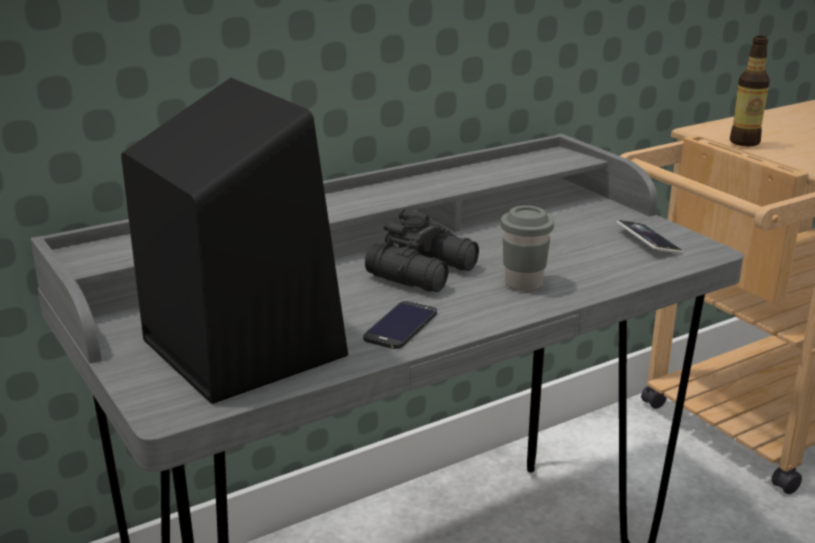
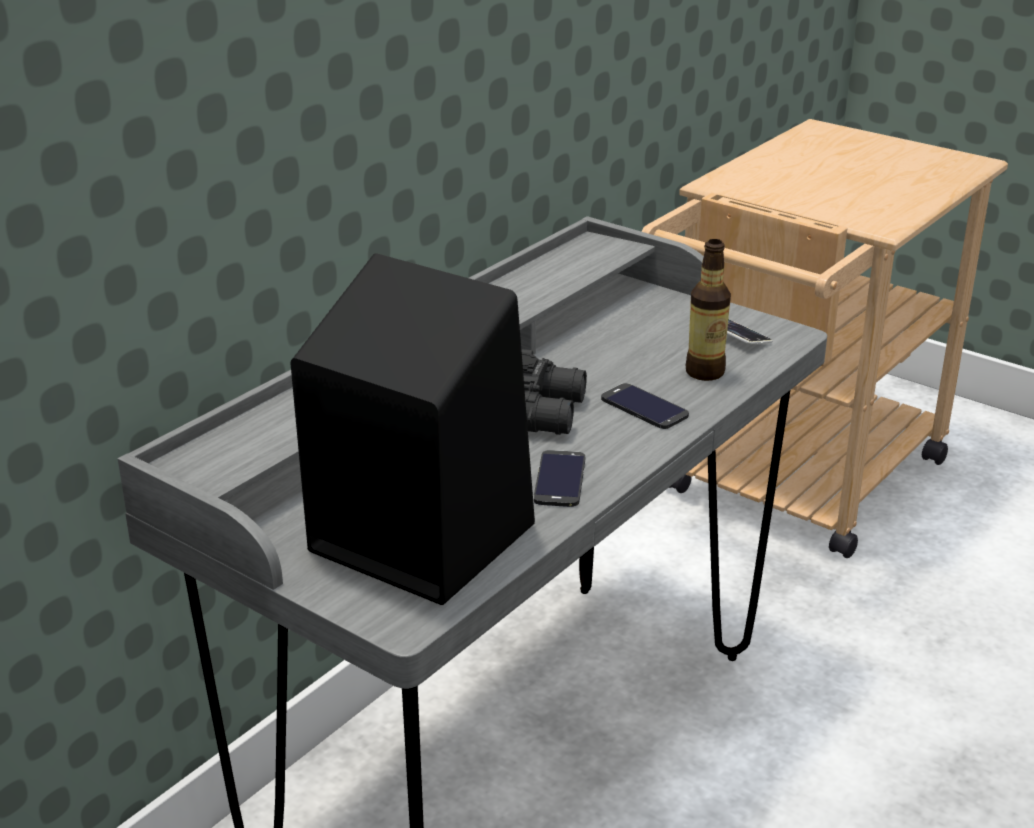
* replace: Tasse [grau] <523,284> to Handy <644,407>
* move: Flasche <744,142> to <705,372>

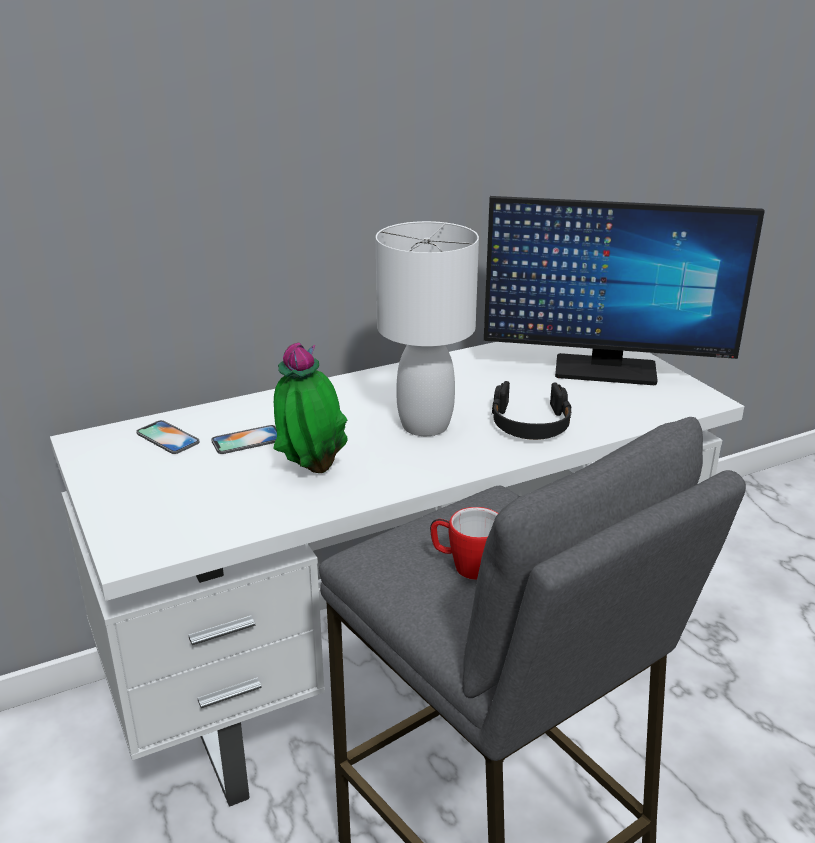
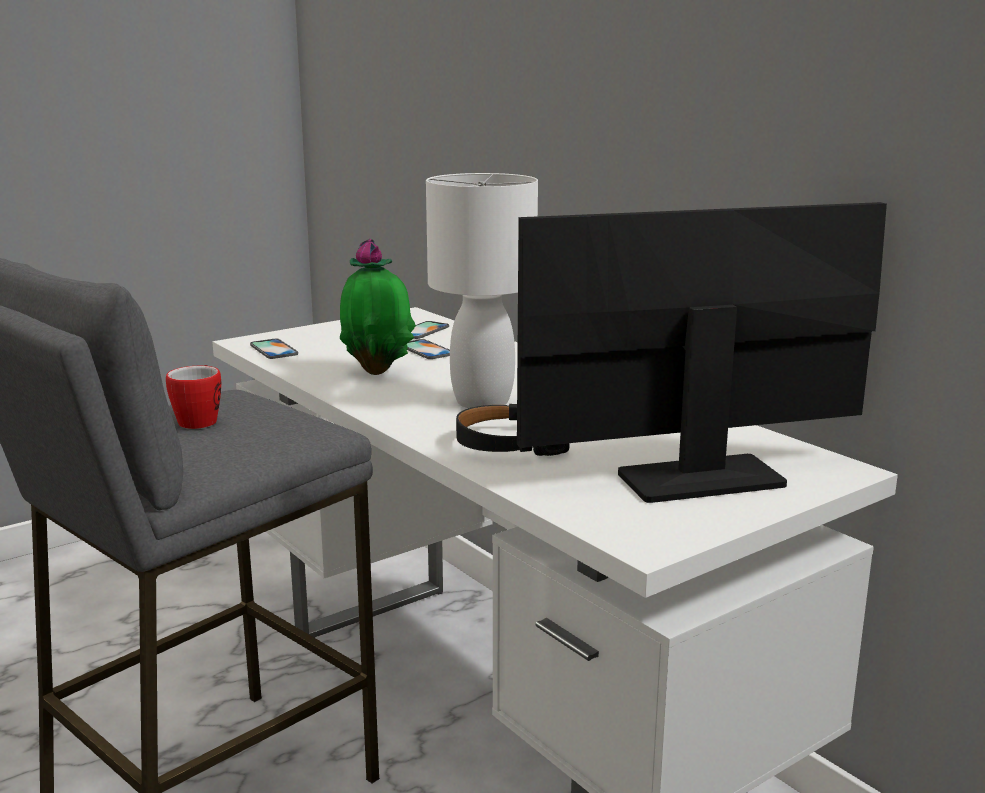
* rotate: Monitor <604,370> = <702,479> 75 degrees clockwise
* insert: Handy <273,349>

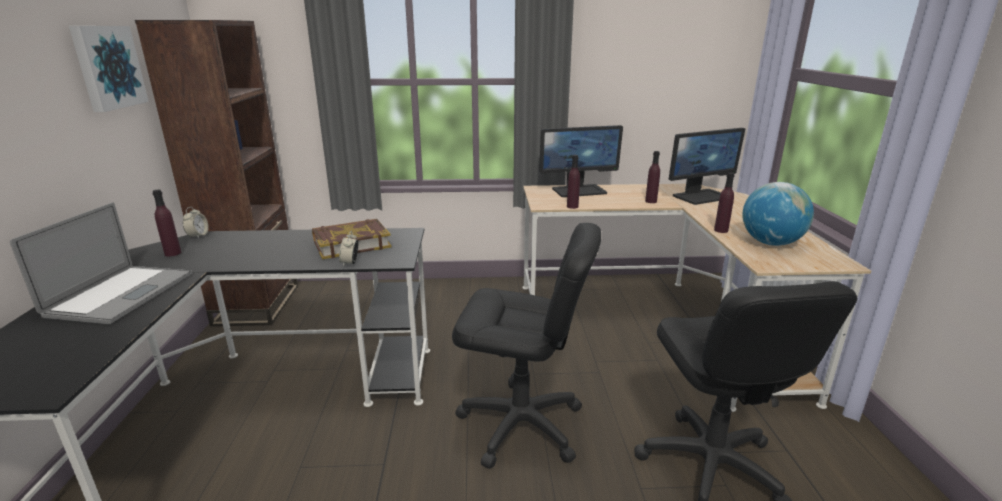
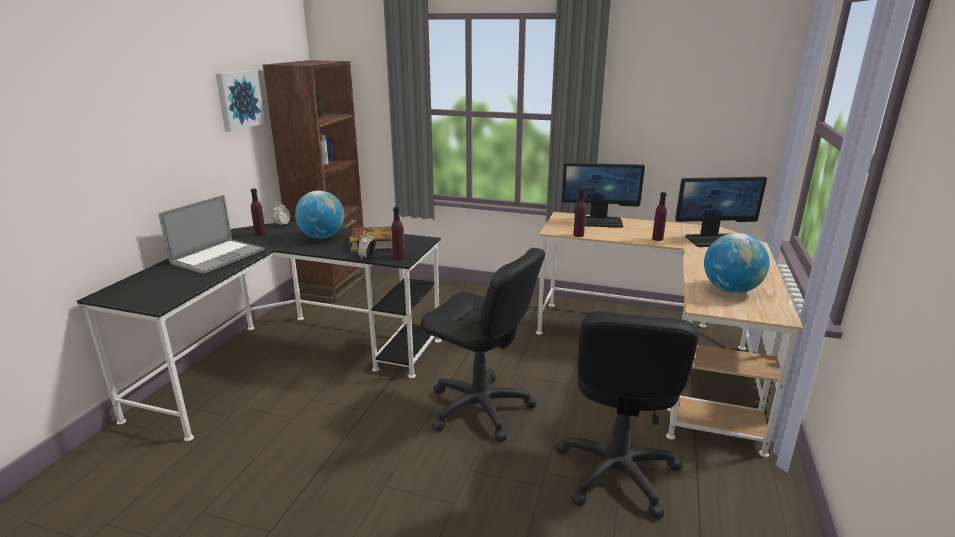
* move: Flasche [lila] <721,230> to <398,257>
* insert: Globus <322,237>

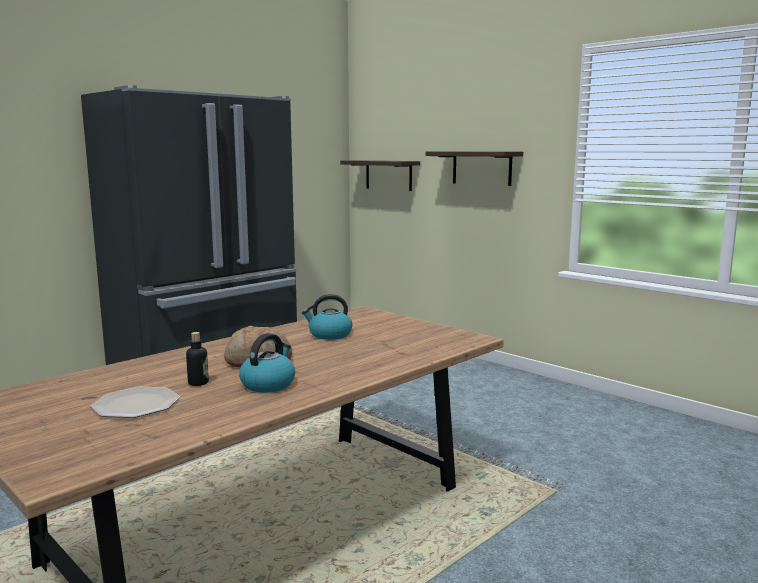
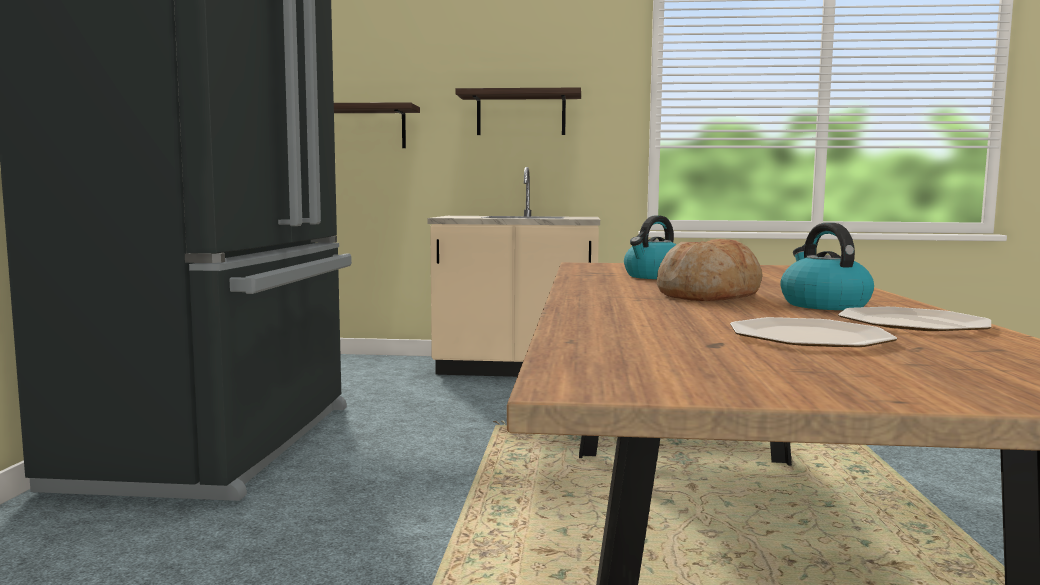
* delete: Flasche <198,383>
* insert: Küchenzeile [beige] <517,370>
* insert: Teller <912,323>

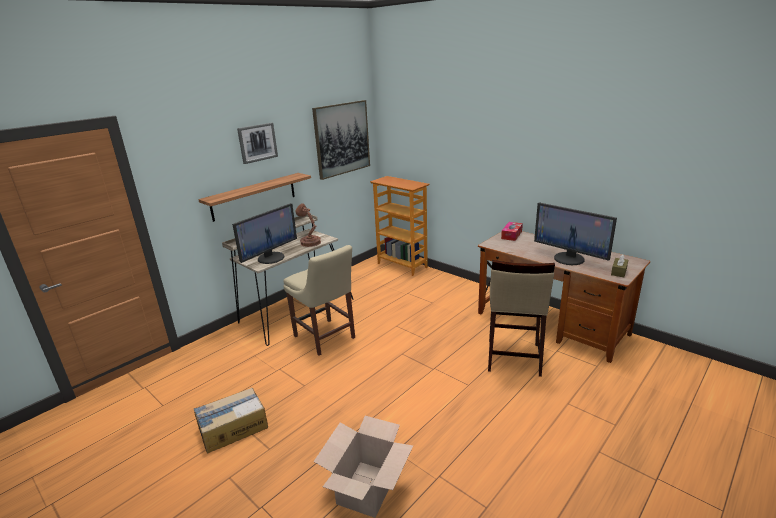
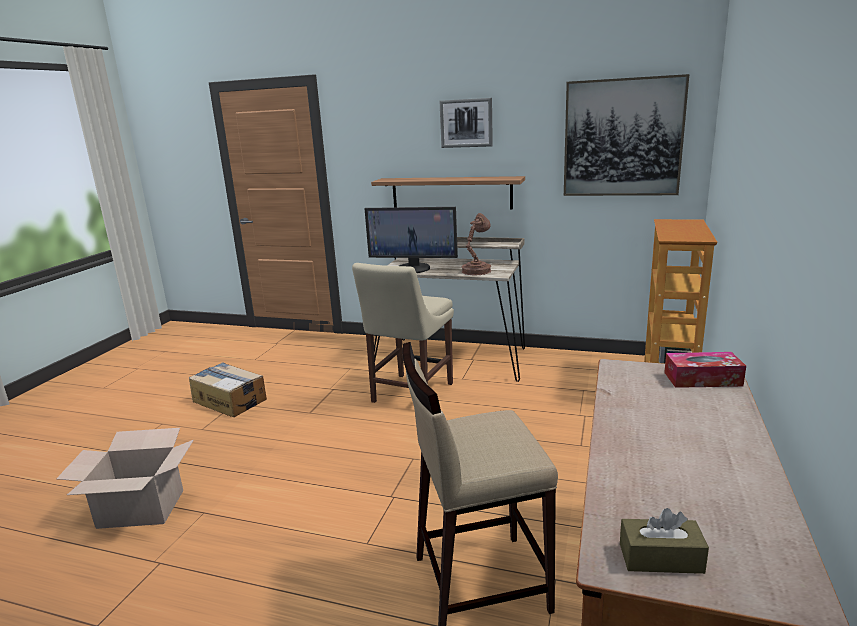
* delete: Monitor <569,259>

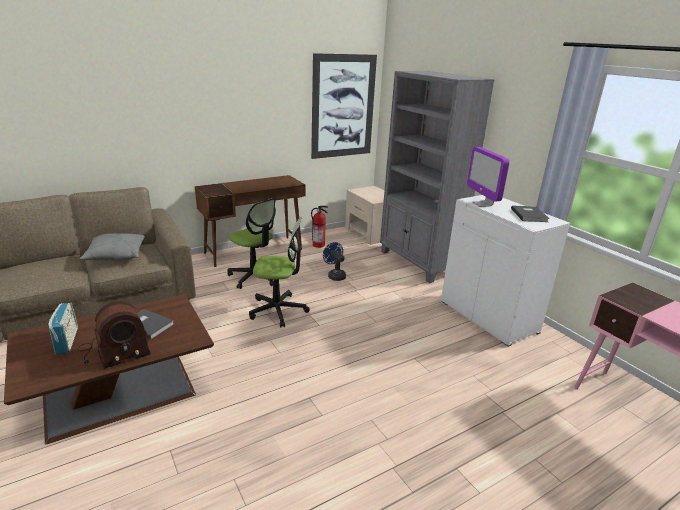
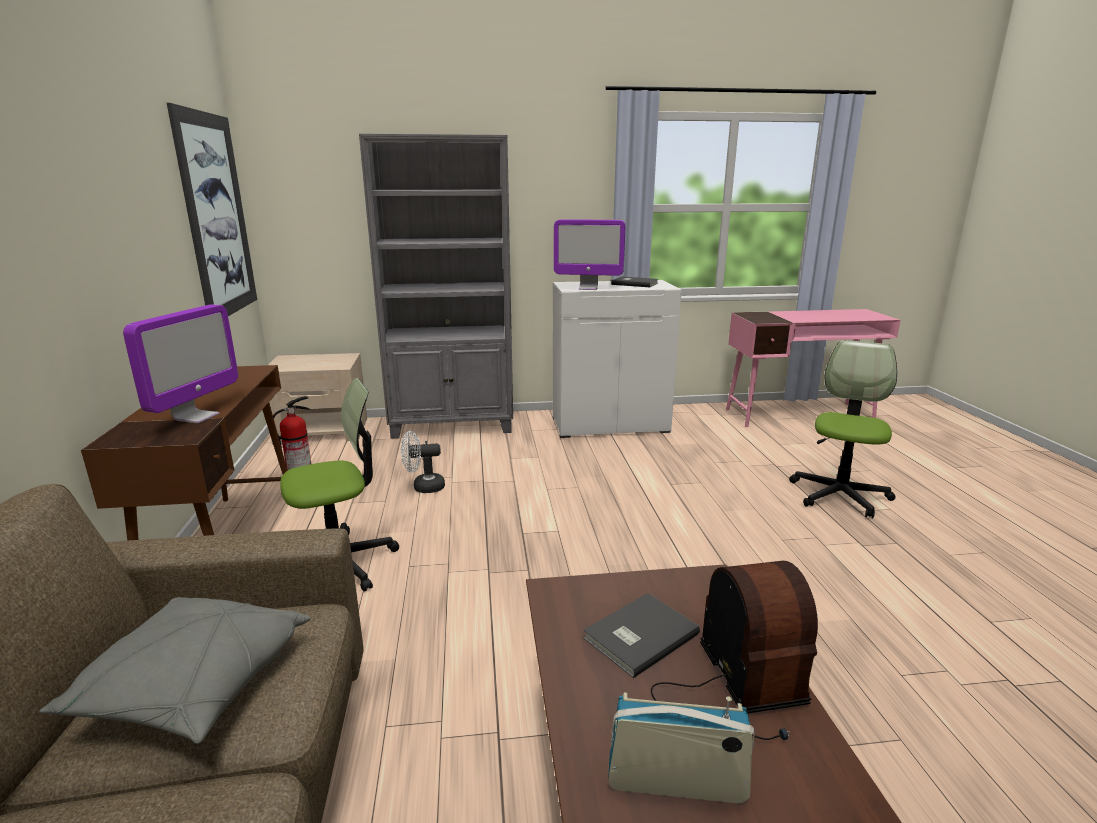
* move: Bürostuhl <278,310> to <839,495>
* recolor: Ventilator [blau] <335,275> to Ventilator [weiß] <423,487>
* insert: Monitor <196,417>

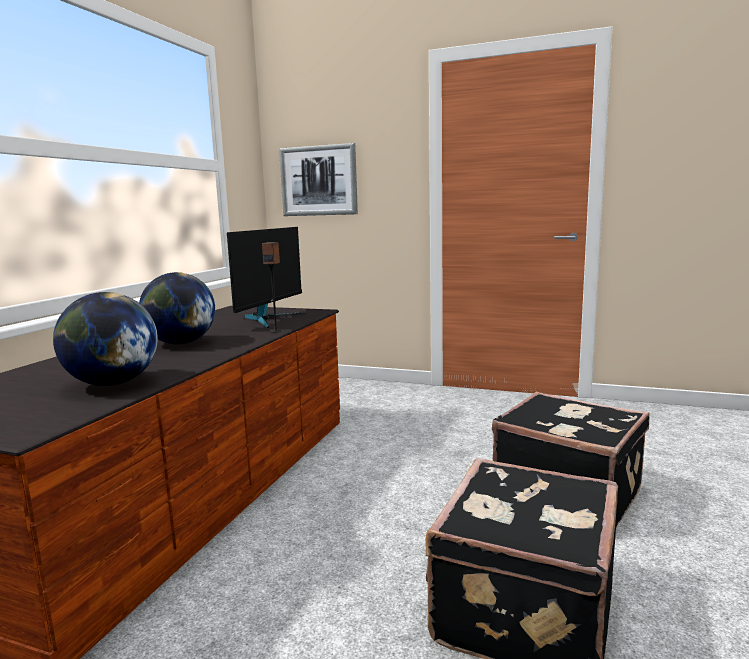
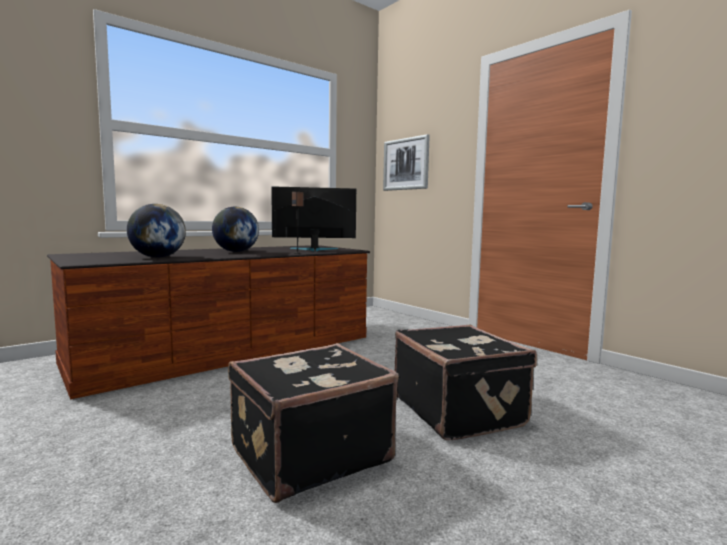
* rotate: Monitor <269,319> = <314,250> 150 degrees counterclockwise

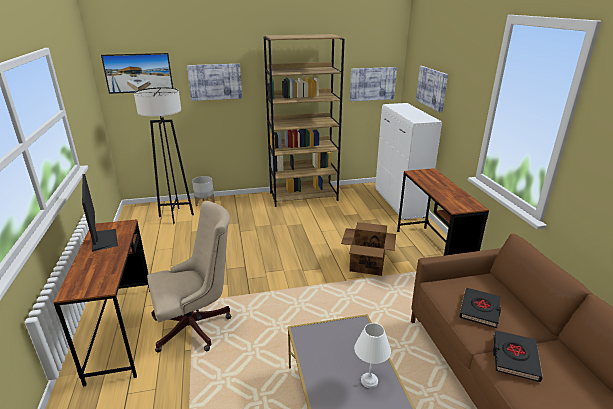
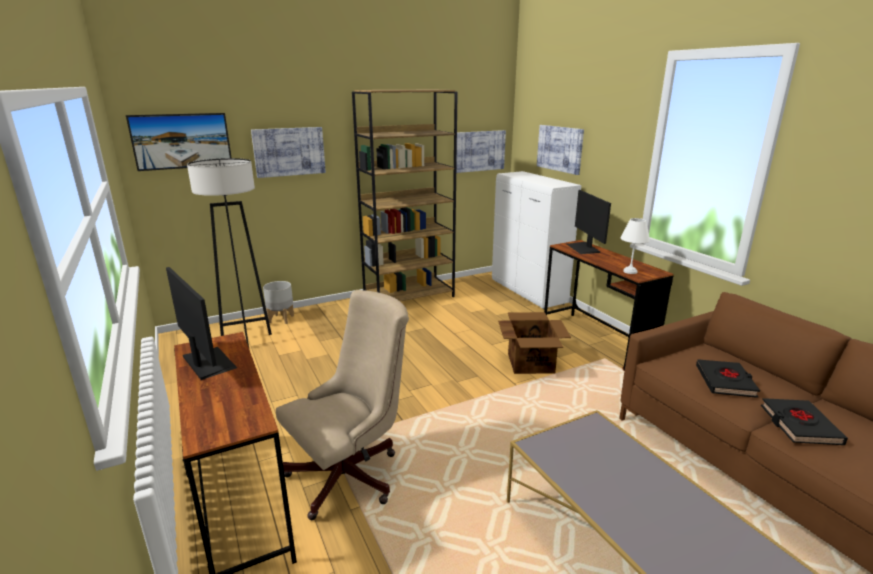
* move: Tischlampe [weiß] <369,381> to <630,271>
* insert: Monitor <583,248>

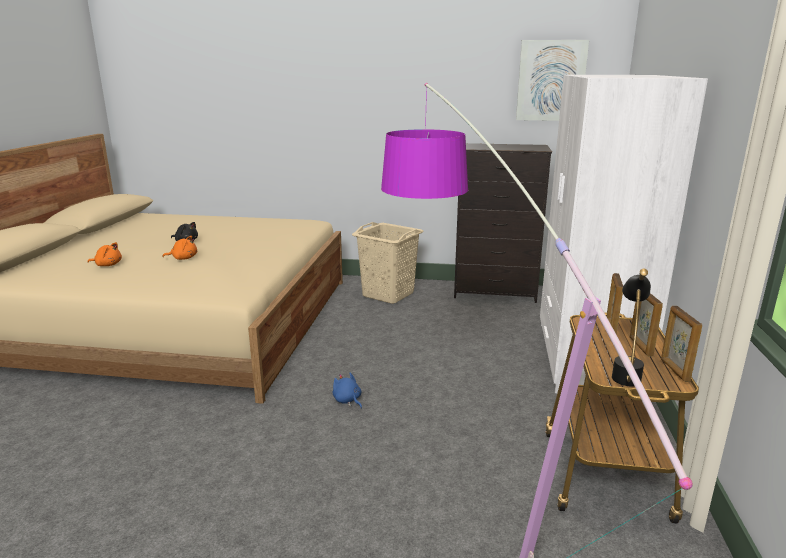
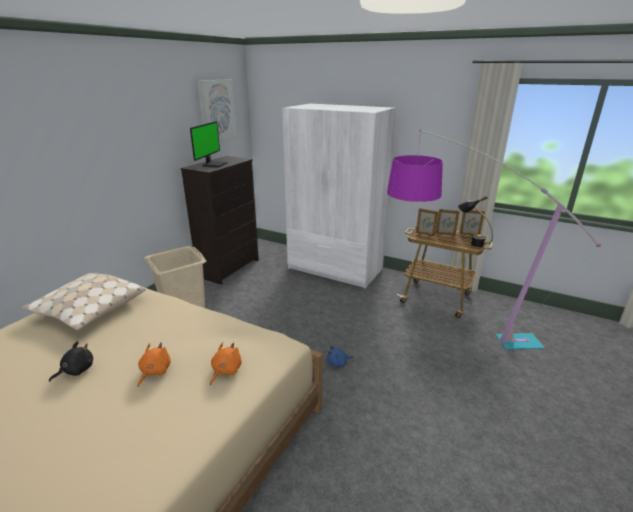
* move: Plüschtier [orange] <108,265> to <225,371>
* insert: Kissen [beige] <89,310>
* insert: Monitor <214,164>

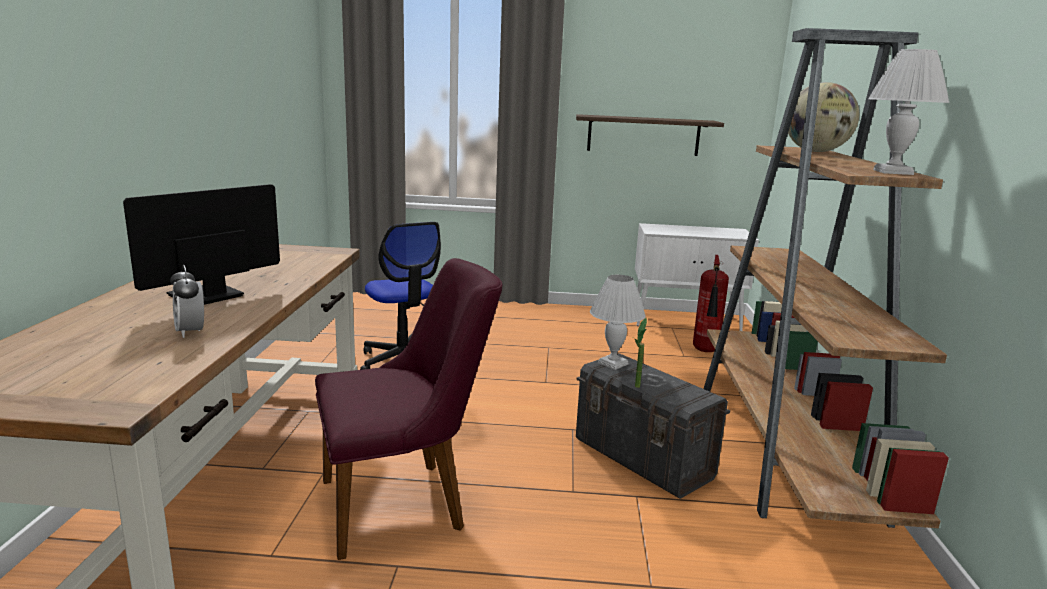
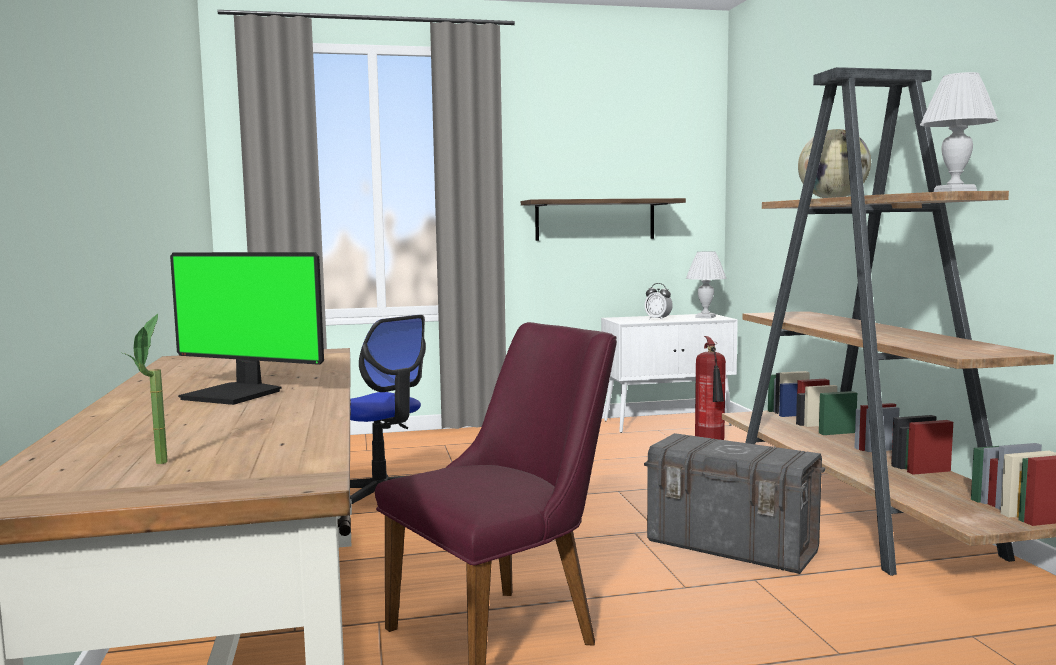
* rotate: Monitor <206,296> = <235,394> 90 degrees counterclockwise
* move: Wecker <191,332> to <658,319>
* move: Tischlampe [weiß] <612,364> to <705,317>
* move: Topfpflanze <636,388> to <156,465>

